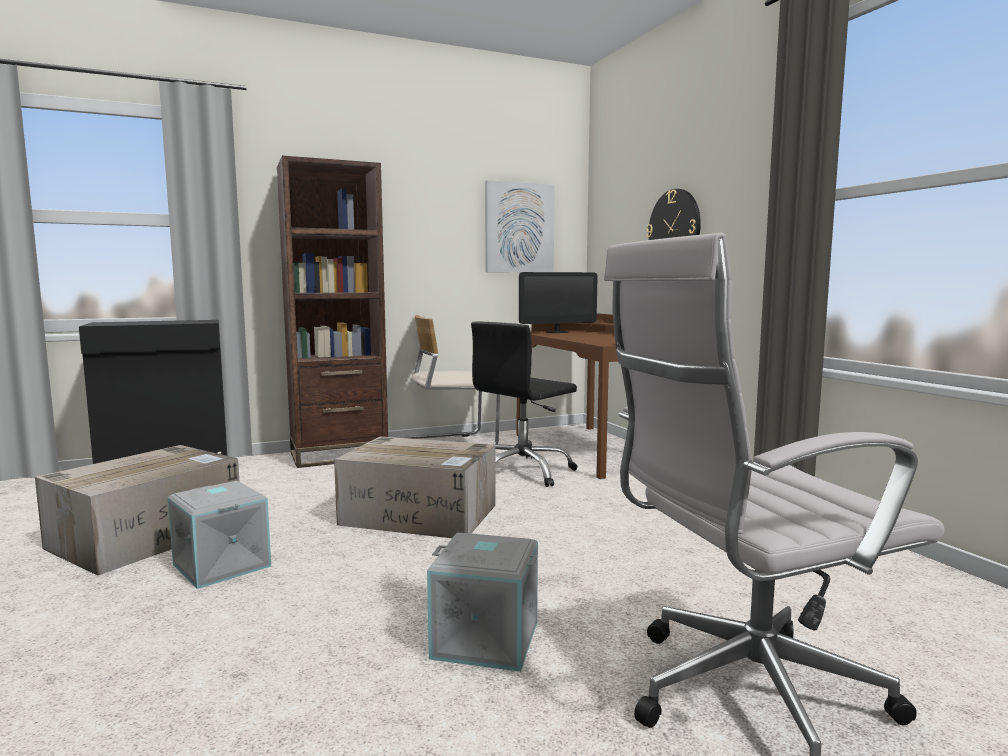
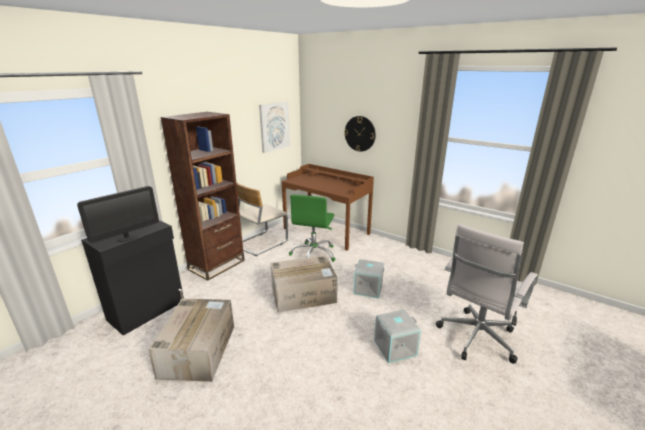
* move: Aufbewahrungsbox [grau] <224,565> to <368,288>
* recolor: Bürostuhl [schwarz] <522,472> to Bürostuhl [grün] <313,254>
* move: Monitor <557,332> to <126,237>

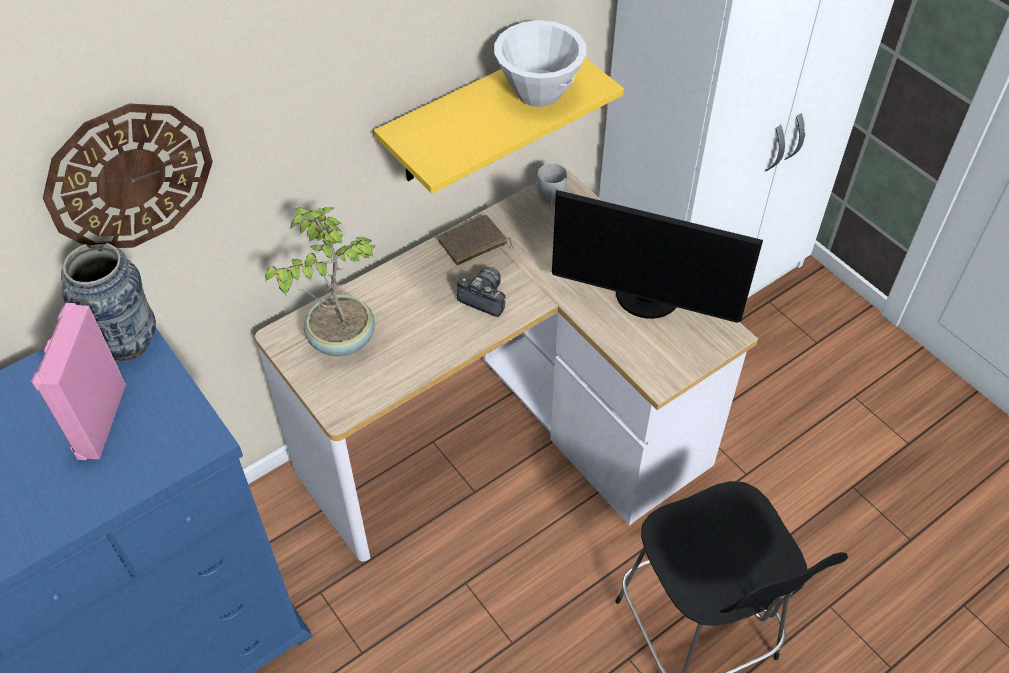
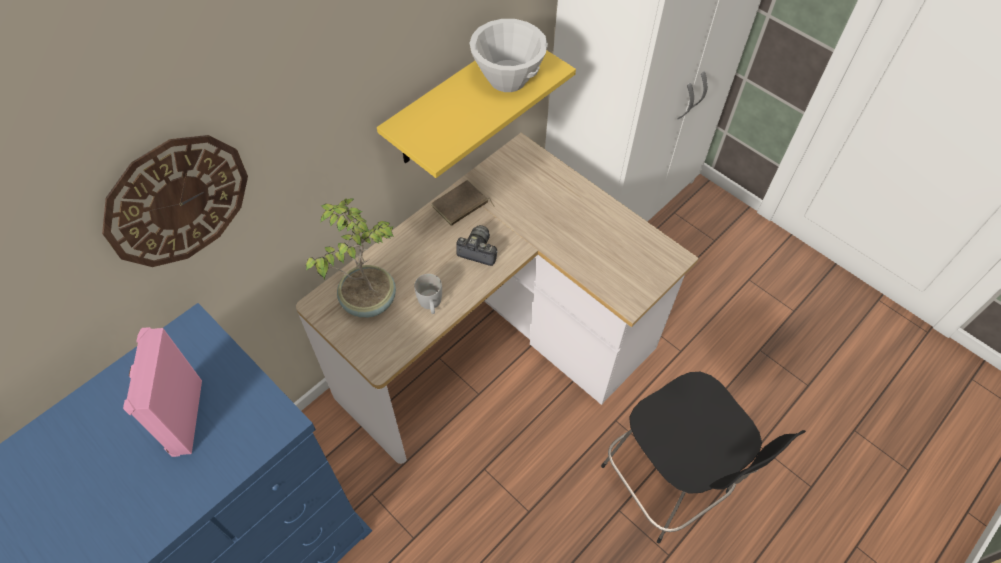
* delete: Vase <127,343>
* move: Henkelbecher [weiß] <551,200> to <430,304>
* delete: Monitor <646,299>

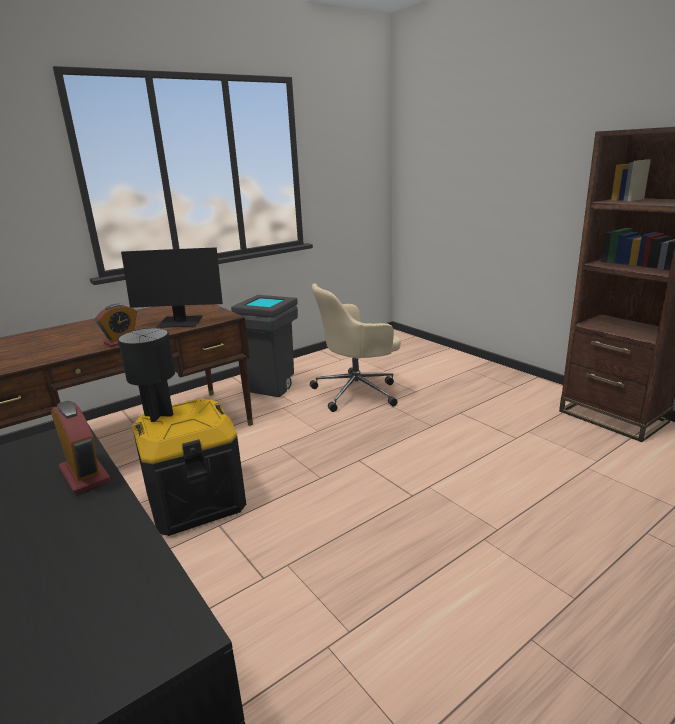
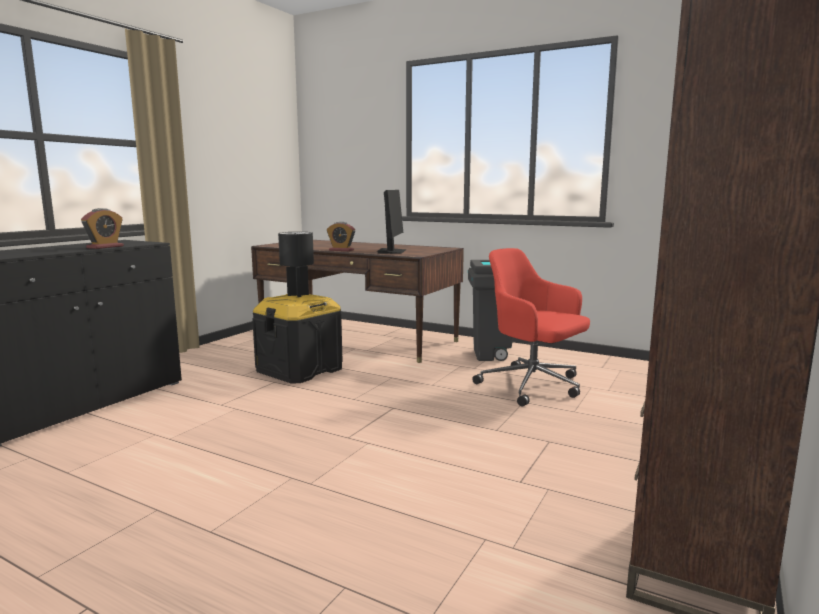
* rotate: Monitor <181,322> = <391,251> 150 degrees counterclockwise
* recolor: Bürostuhl [beige] <357,391> to Bürostuhl [rot] <533,386>

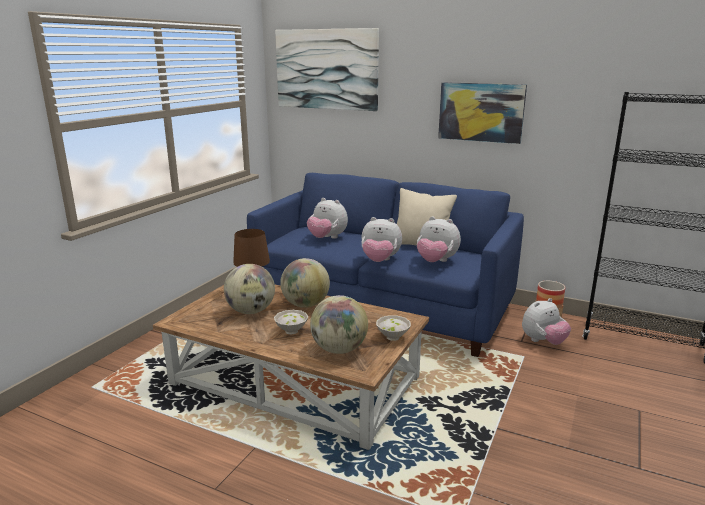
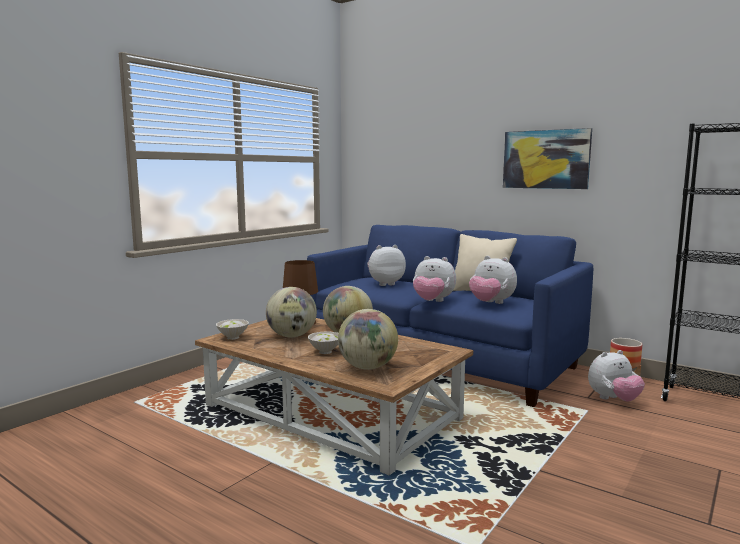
* delete: Bild <326,69>
* rotate: Plüschtier <327,238> = <385,284> 120 degrees clockwise
* move: Schüssel [weiß] <393,337> to <233,337>

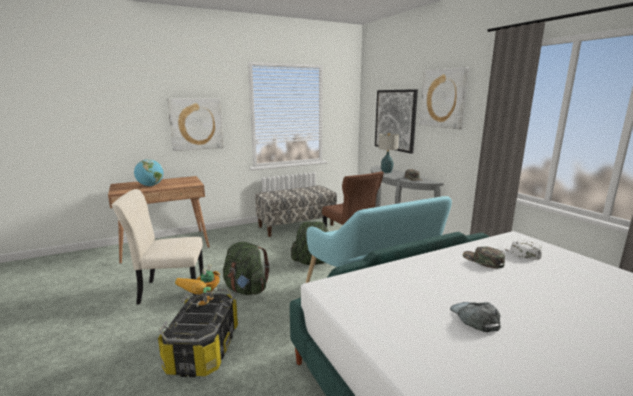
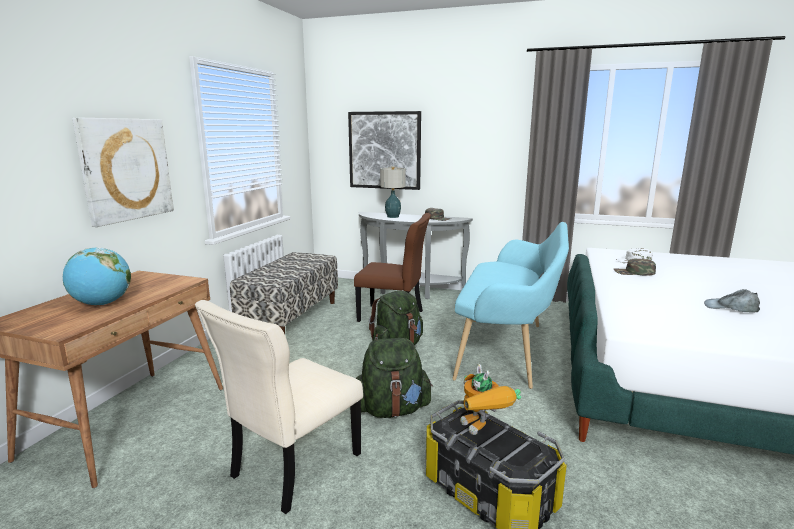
* delete: Bild <443,98>

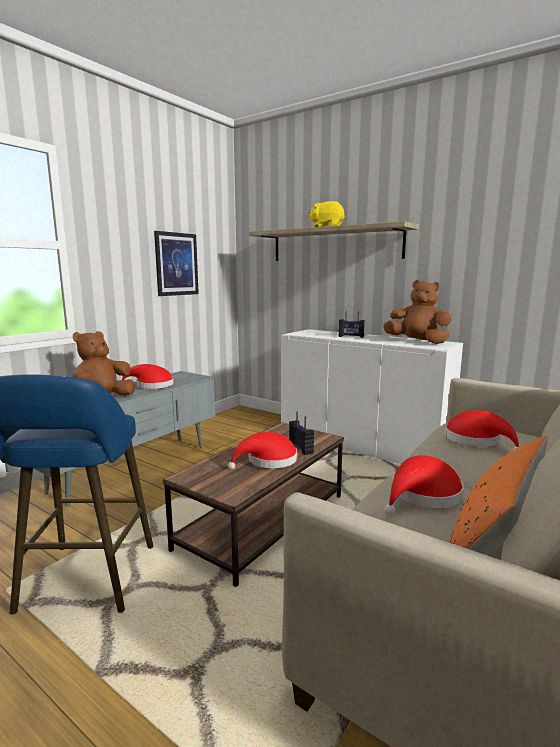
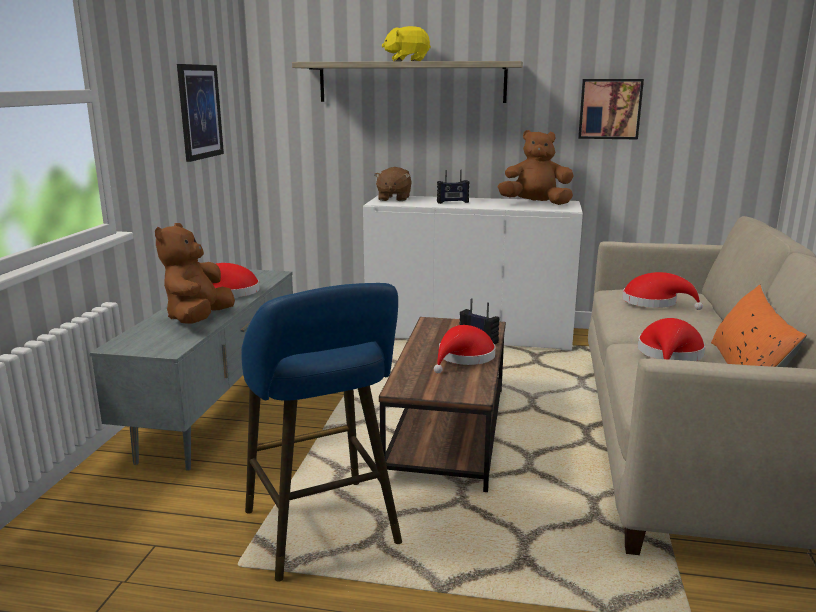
* insert: Plüschtier [braun] <393,199>
* insert: Bild <609,109>

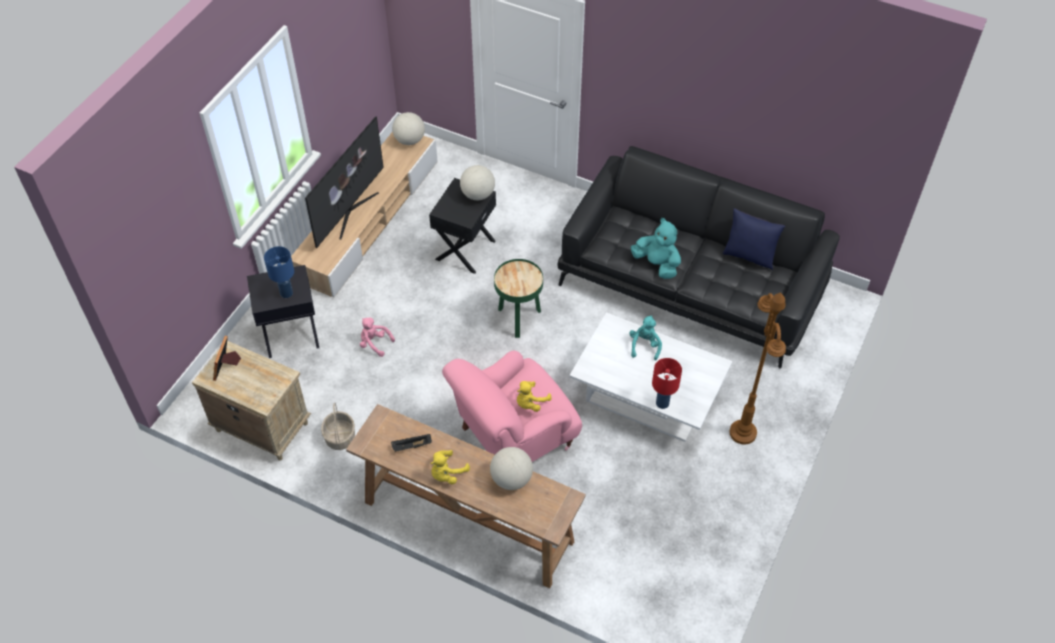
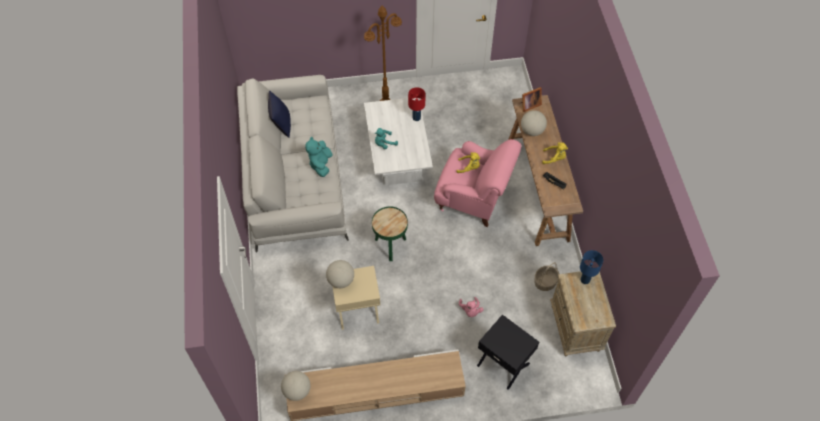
* move: Bilderrahmen <226,366> to <529,105>
* move: Tischlampe [blau] <286,293> to <584,280>
* delete: Fernseher <350,212>
* recolor: Beistelltisch [schwarz] <464,250> to Beistelltisch [beige] <358,311>
* recolor: Sofa [schwarz] <692,282> to Sofa [weiß] <295,175>

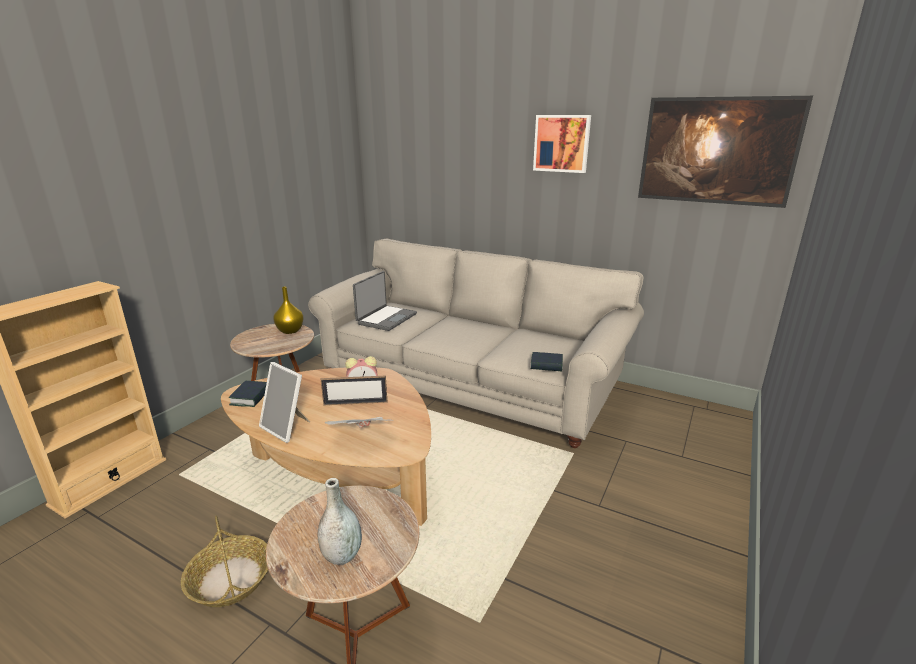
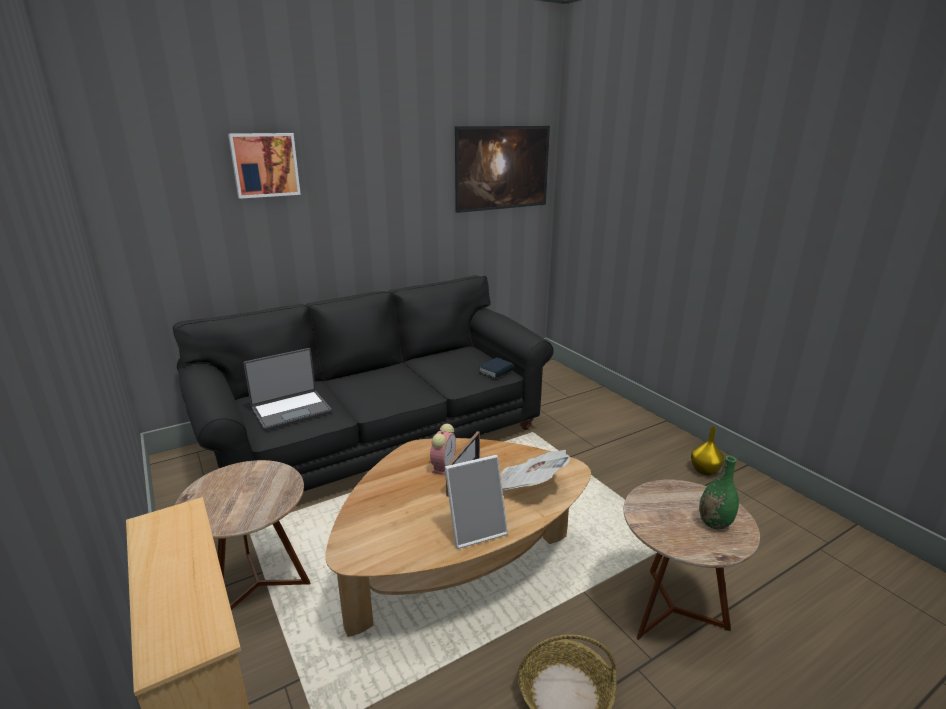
* delete: Buch <251,397>
* move: Vase [gelb] <290,331> to <705,470>
* recolor: Sofa [beige] <471,382> to Sofa [schwarz] <378,437>
* recolor: Vase [grau] <342,556> to Vase [grün] <714,523>
* rotate: Laptop <386,318> = <291,410> 90 degrees clockwise
* move: Bild <562,143> to <264,165>

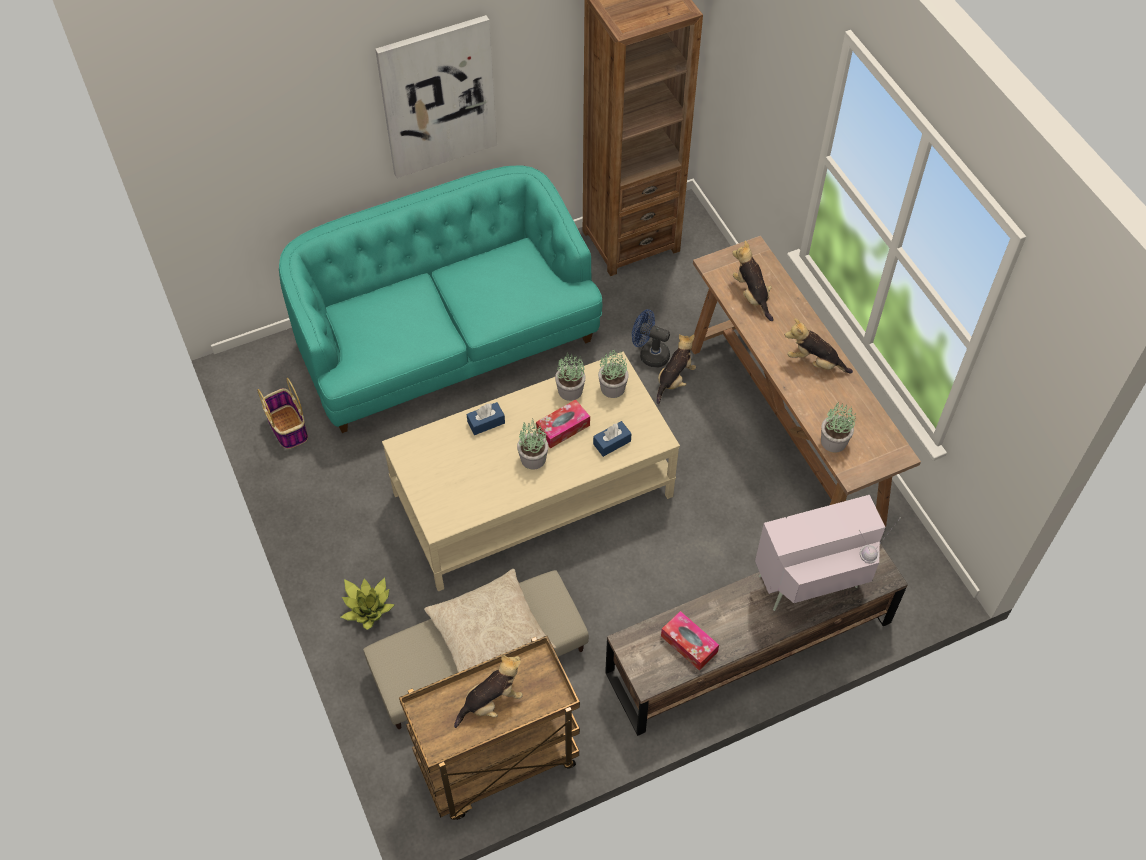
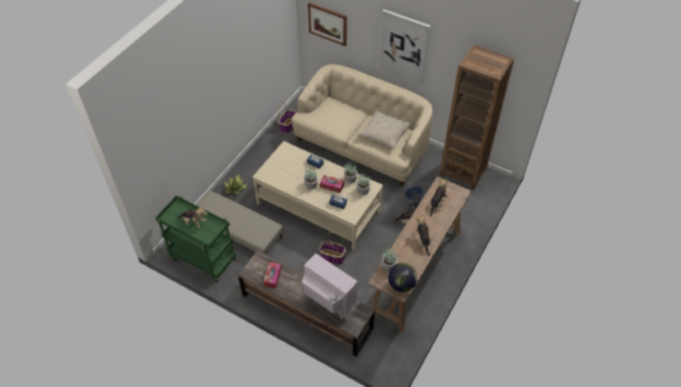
* recolor: Sofa [türkis] <446,341> to Sofa [beige] <362,145>
* recolor: Rollwagen [braun] <496,763> to Rollwagen [grün] <202,259>
* move: Kissen [beige] <489,635> to <384,133>
* insert: Bild <328,23>
* insert: Korb <332,257>
* insert: Globus <401,284>

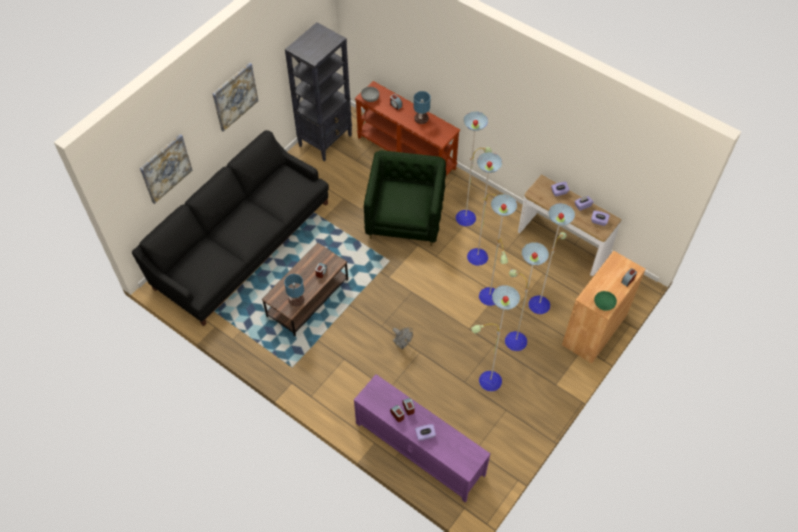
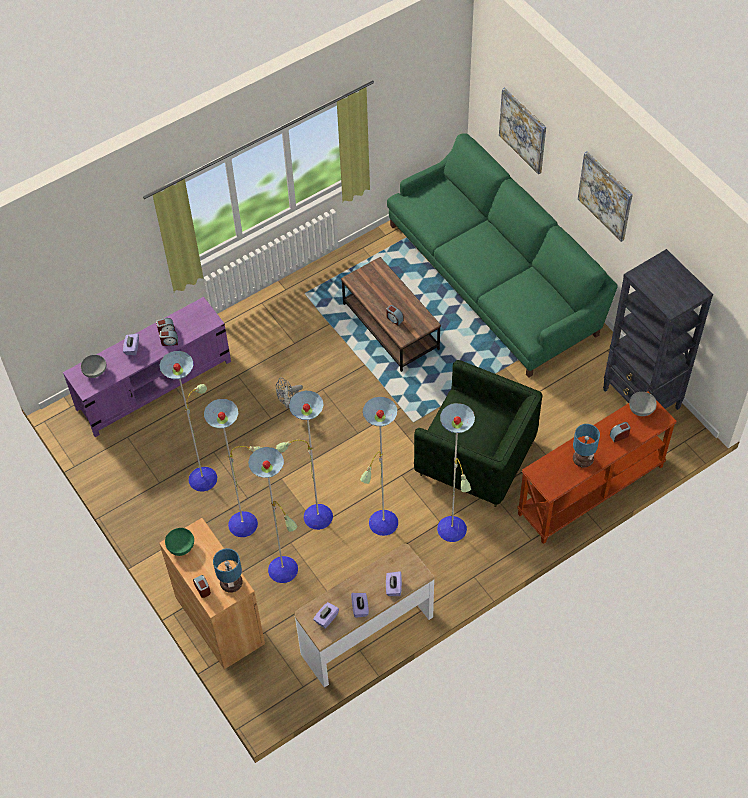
* recolor: Sofa [schwarz] <240,243> to Sofa [grün] <495,277>
* move: Tischlampe <297,300> to <232,584>
* insert: Schüssel [grau] <95,371>

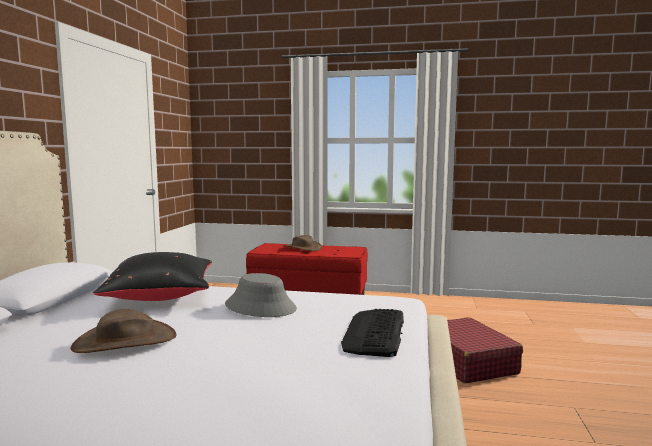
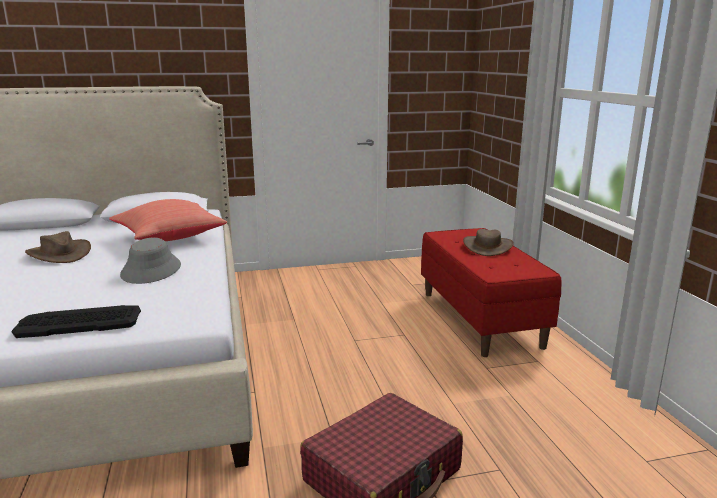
* recolor: Kissen [schwarz] <161,297> to Kissen [rot] <170,238>

